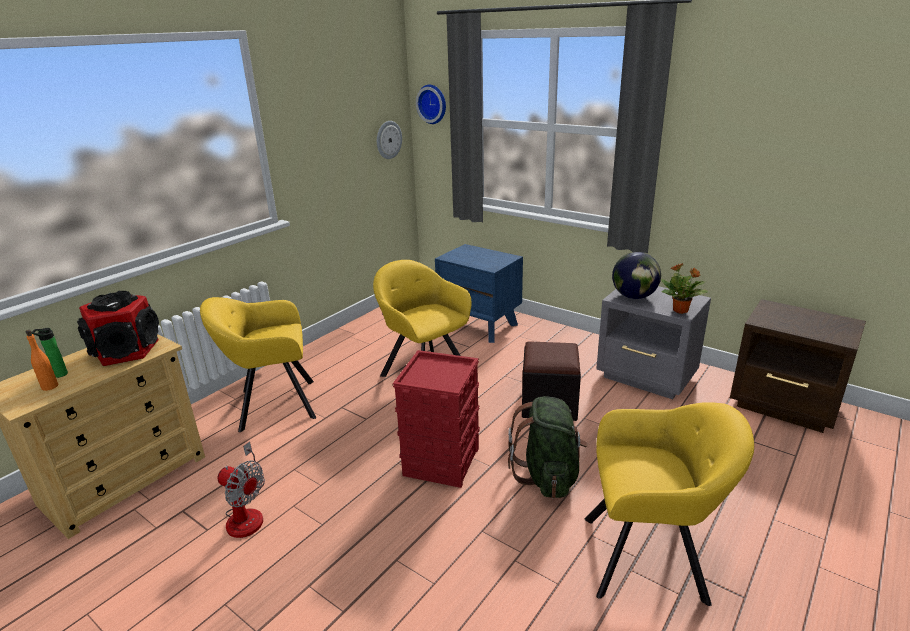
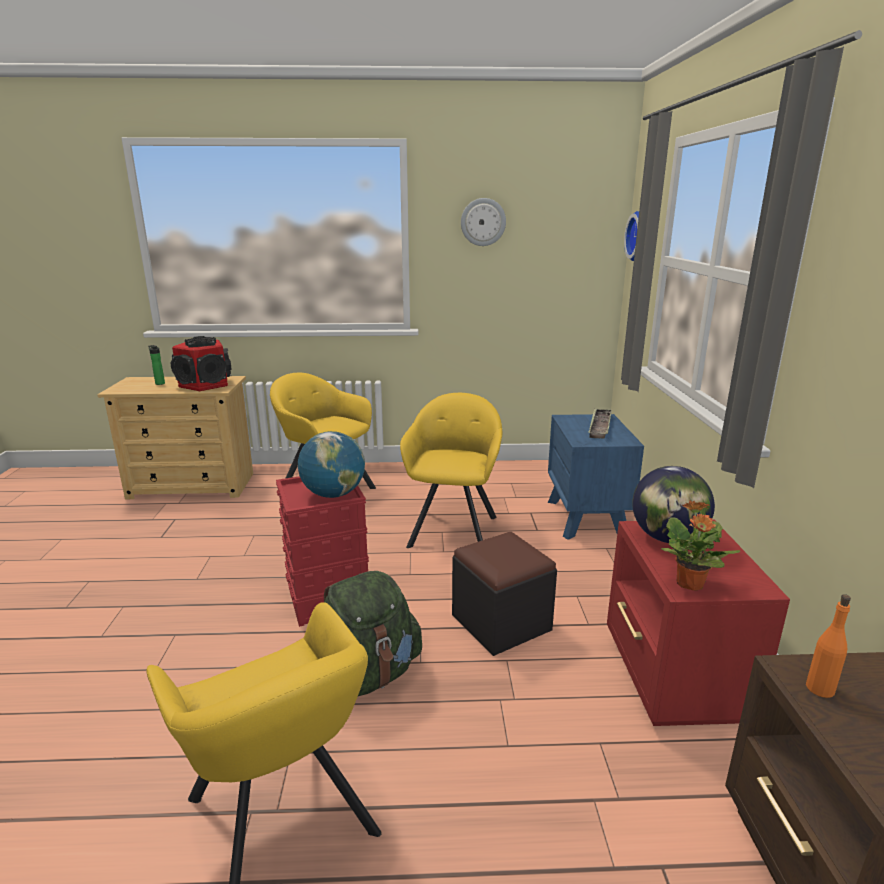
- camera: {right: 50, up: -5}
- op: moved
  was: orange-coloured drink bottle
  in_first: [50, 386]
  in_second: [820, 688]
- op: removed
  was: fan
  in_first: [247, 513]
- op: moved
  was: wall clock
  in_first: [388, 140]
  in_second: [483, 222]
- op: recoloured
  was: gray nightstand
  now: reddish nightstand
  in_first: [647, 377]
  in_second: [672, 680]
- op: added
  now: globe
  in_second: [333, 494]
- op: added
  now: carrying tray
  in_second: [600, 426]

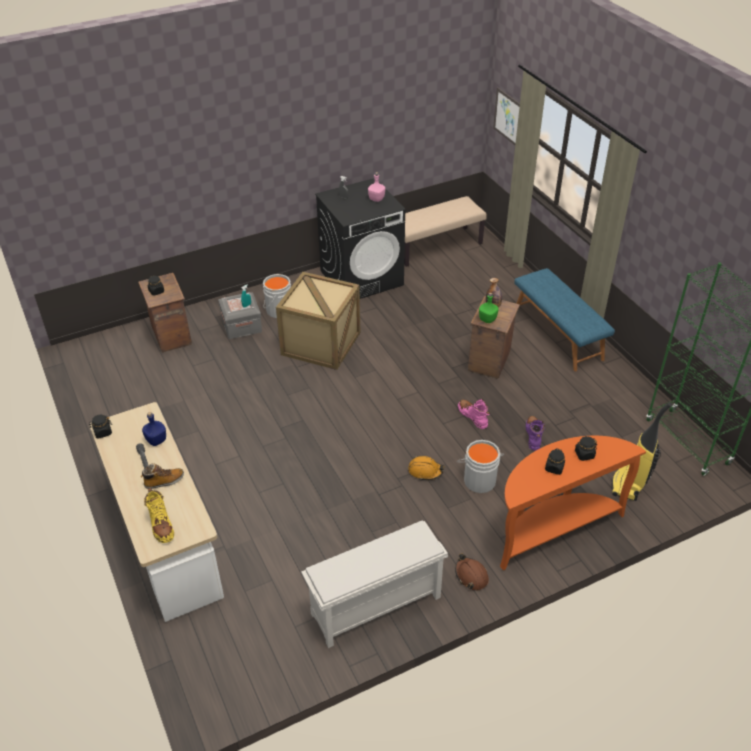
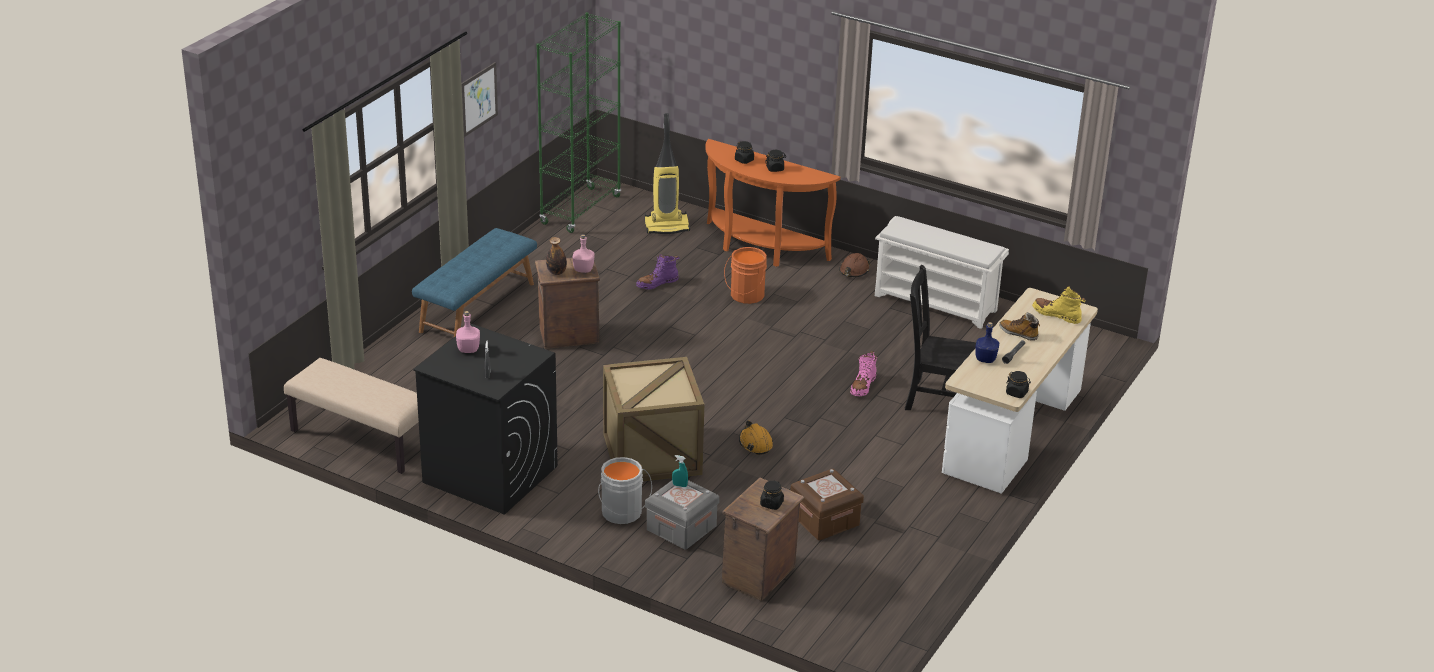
- camera: {right: -125, up: -10}
- op: turned
  was: yellow-coloured high-top boot
  in_first: [161, 525]
  in_second: [1056, 315]
  clockwise: -90
- op: moved
  was: orange-coloured safety helmet
  in_first: [425, 471]
  in_second: [755, 443]
- op: recoloured
  was: gray water bucket
  now: orange-coloured water bucket
  in_first: [479, 479]
  in_second: [746, 295]
- op: moved
  was: pink-coloured high-top boot
  in_first: [473, 416]
  in_second: [863, 386]
- op: recoloured
  was: greenish drink bottle
  now: pink-coloured drink bottle
  in_first: [488, 319]
  in_second: [583, 269]
- op: moved
  was: picture
  in_first: [507, 117]
  in_second: [478, 99]
- op: added
  now: brownish storage container
  in_second: [825, 520]
- op: added
  now: black upright chair
  in_second: [939, 400]

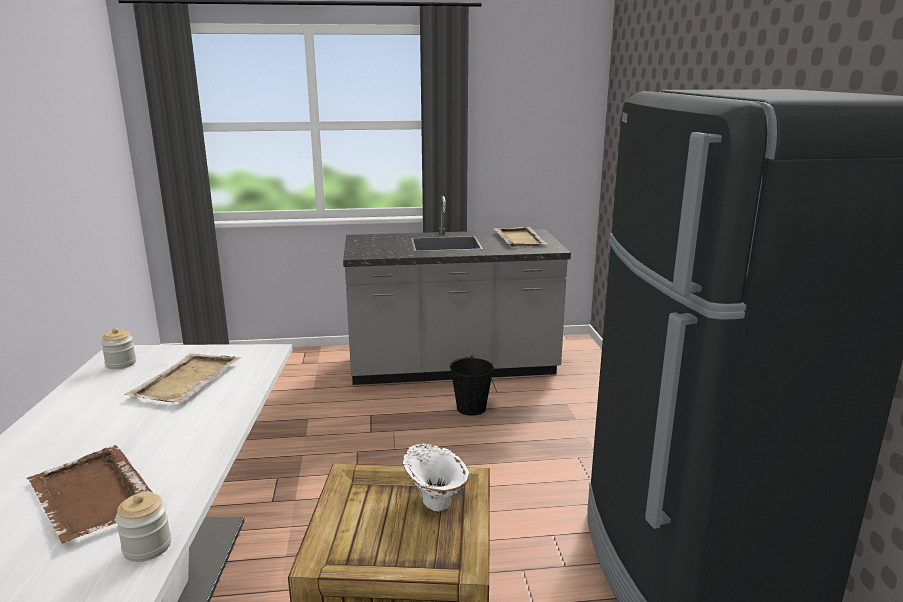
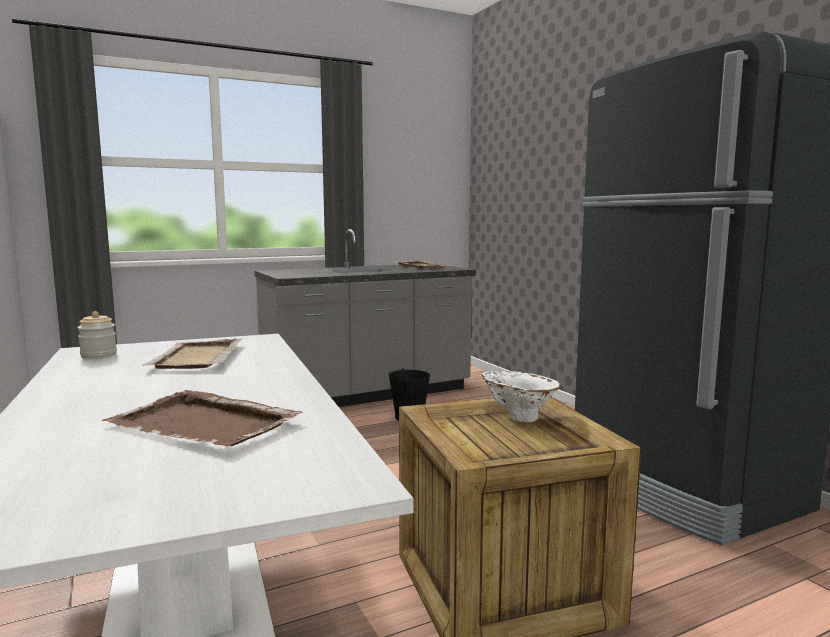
- camera: {right: -20, up: -10}
- op: removed
  was: preserve jar
  in_first: [147, 547]

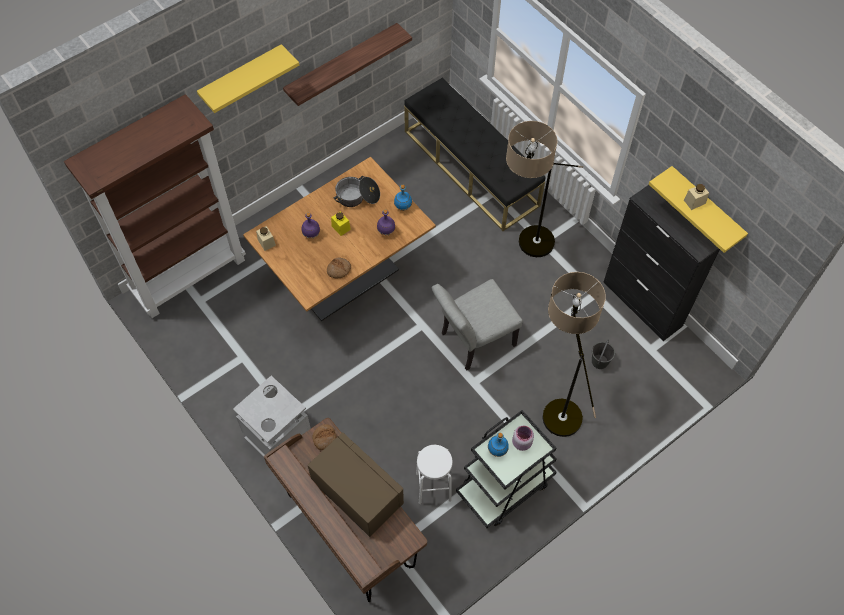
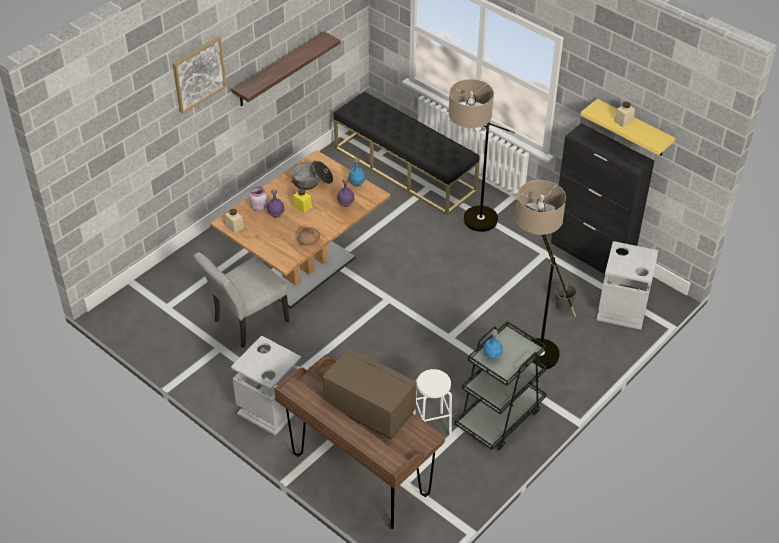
- camera: {right: -10, up: -15}
- op: removed
  was: brownish bookcase
  in_first: [189, 275]
- op: replaced
  was: yellow-coloured shelf
  now: picture
  in_first: [242, 77]
  in_second: [198, 74]
- op: moved
  was: gray upright chair
  in_first: [473, 341]
  in_second: [246, 323]
- op: moved
  was: pink-coloured preserve jar
  in_first: [521, 442]
  in_second: [259, 207]
- op: added
  now: gray waste bin
  in_second: [622, 309]

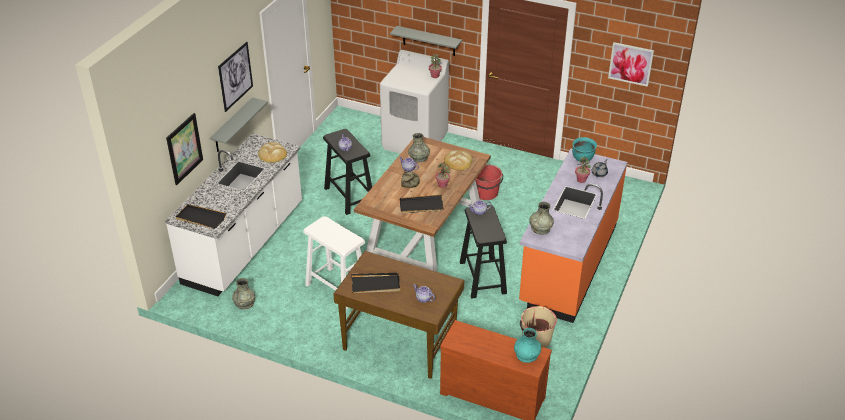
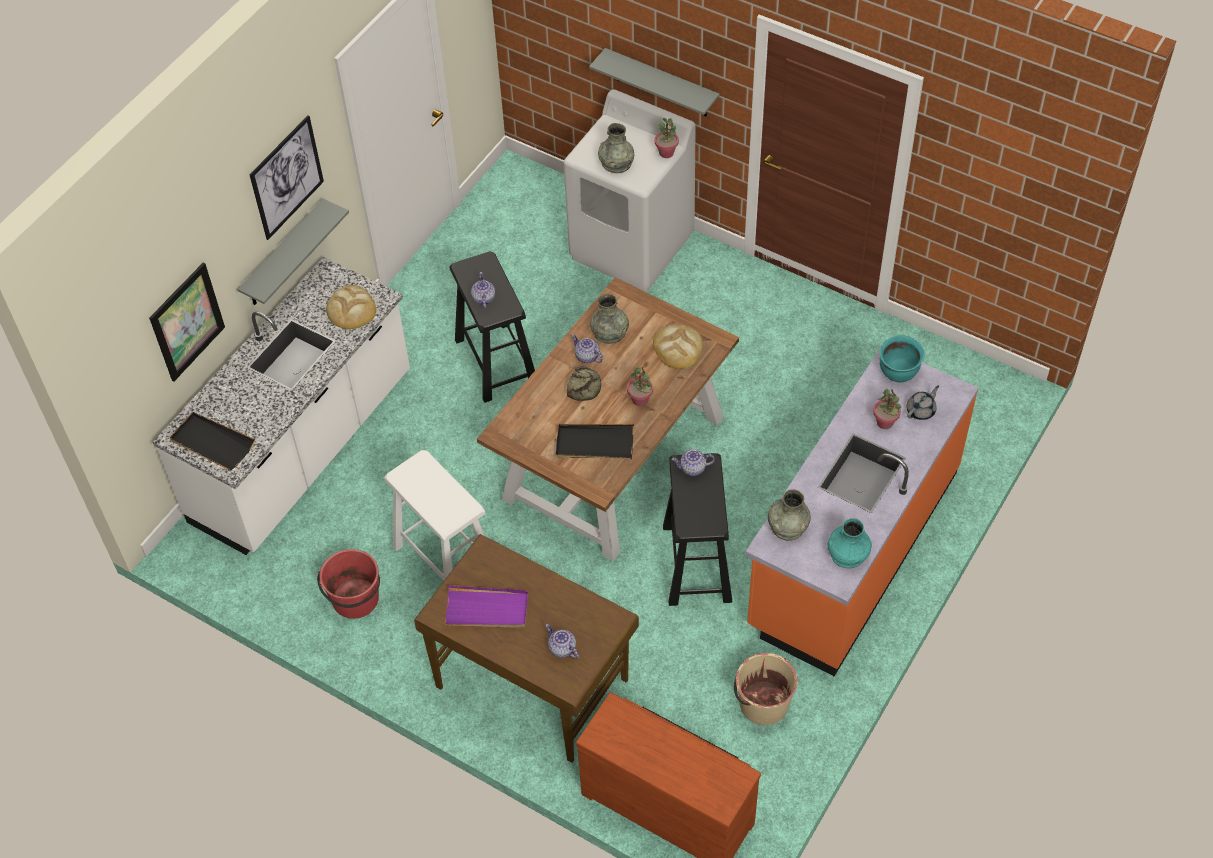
- camera: {right: 10, up: 15}
- op: moved
  was: gray decorative vase
  in_first: [244, 303]
  in_second: [616, 163]
- op: recoloured
  was: black carrying tray
  now: purple-coloured carrying tray
  in_first: [375, 284]
  in_second: [487, 609]
- op: moved
  was: reddish water bucket
  in_first: [486, 193]
  in_second: [355, 600]
- op: moved
  was: turquoise-coloured decorative vase
  in_first: [526, 354]
  in_second: [847, 553]
- op: removed
  was: picture
  in_first: [630, 64]

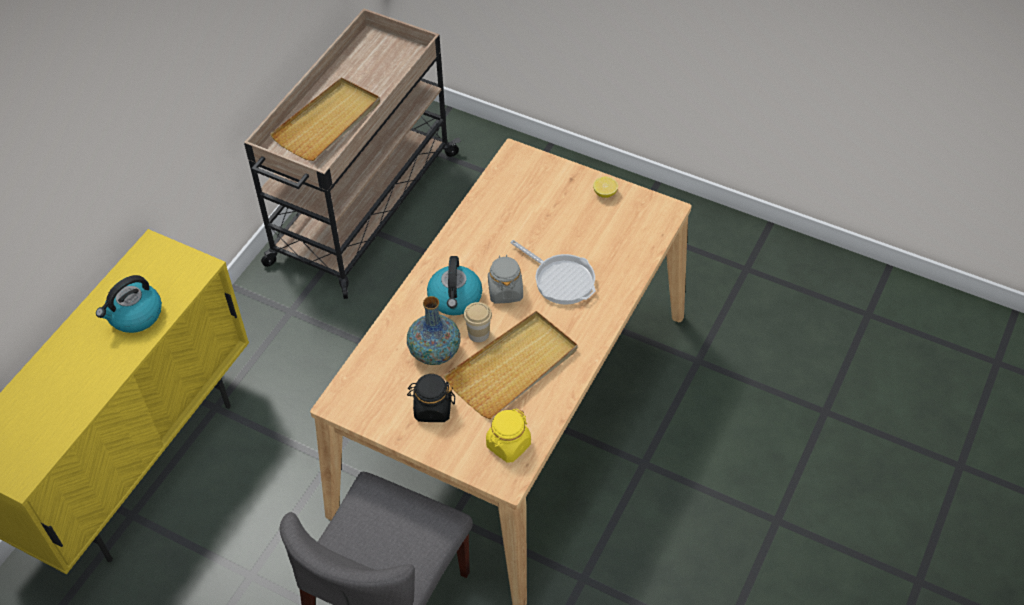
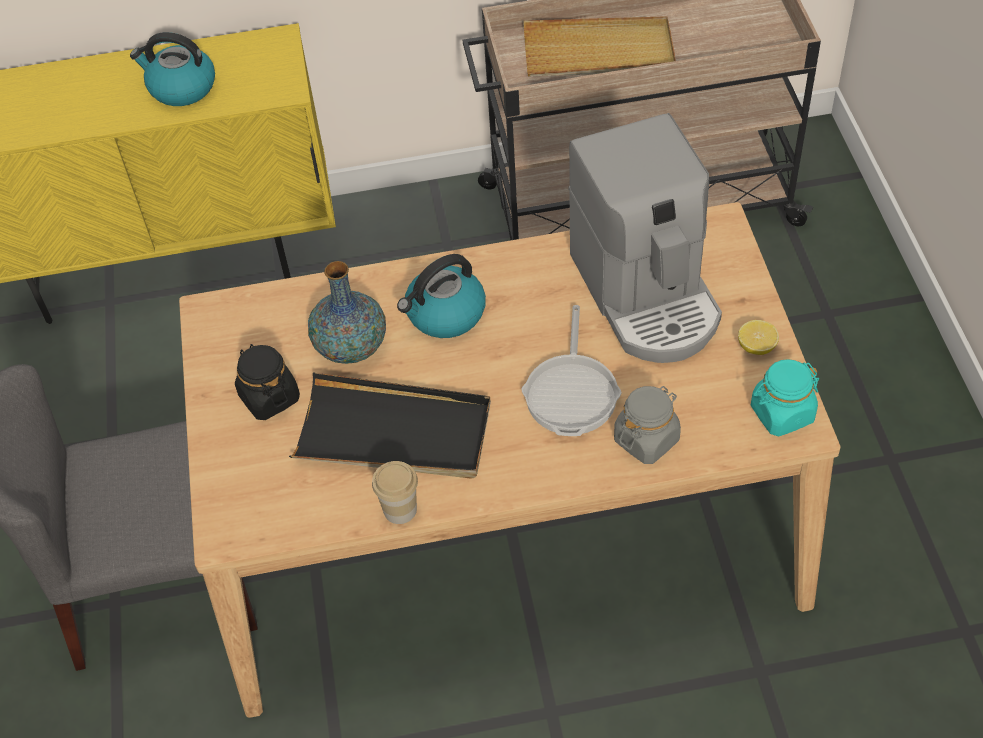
- camera: {right: 55, up: 0}
- op: recoloured
  was: beige carrying tray
  now: black carrying tray
  in_first: [513, 367]
  in_second: [394, 433]
- op: moved
  was: drinking cup
  in_first: [478, 334]
  in_second: [400, 509]
- op: removed
  was: yellow-coloured preserve jar
  in_first: [508, 445]
- op: moved
  was: gray preserve jar
  in_first: [505, 291]
  in_second: [646, 439]
- op: added
  now: coffee machine
  in_second: [647, 295]
- op: added
  now: turquoise-coloured preserve jar
  in_second: [781, 414]

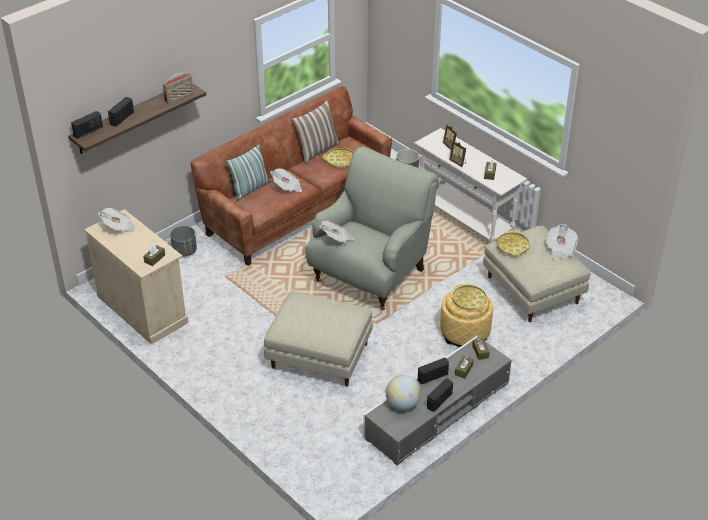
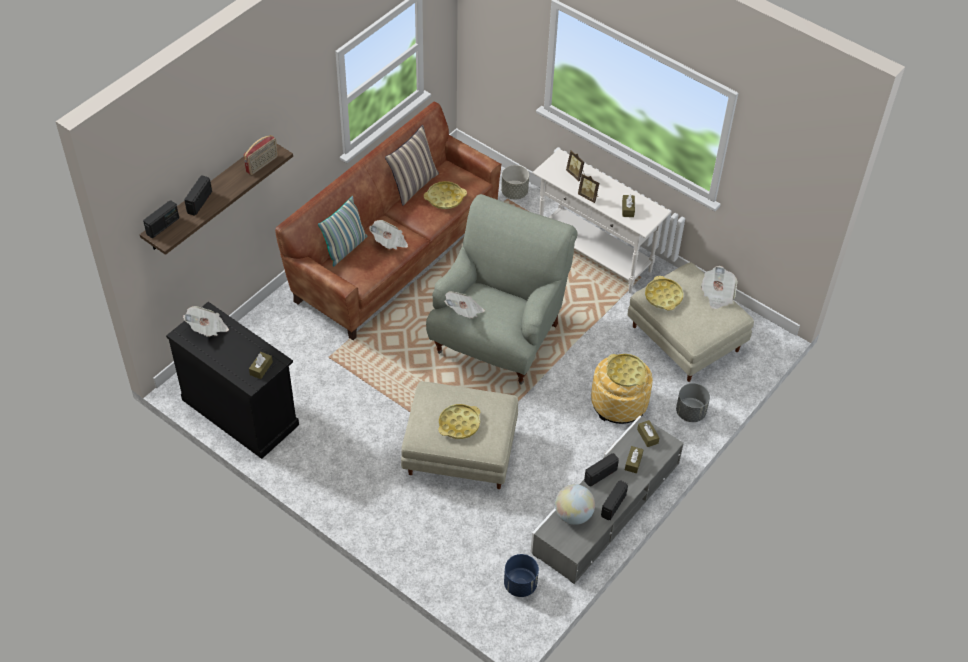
- camera: {right: -10, up: 10}
- op: recoloured
  was: beige storage cabinet
  now: black storage cabinet
  in_first: [142, 309]
  in_second: [240, 412]
- op: moved
  was: gray plant pot
  in_first: [184, 251]
  in_second: [690, 412]
- op: added
  now: yellow-coloured carrying tray
  in_second: [459, 424]
- op: added
  now: blue-coloured plant pot
  in_second: [520, 584]

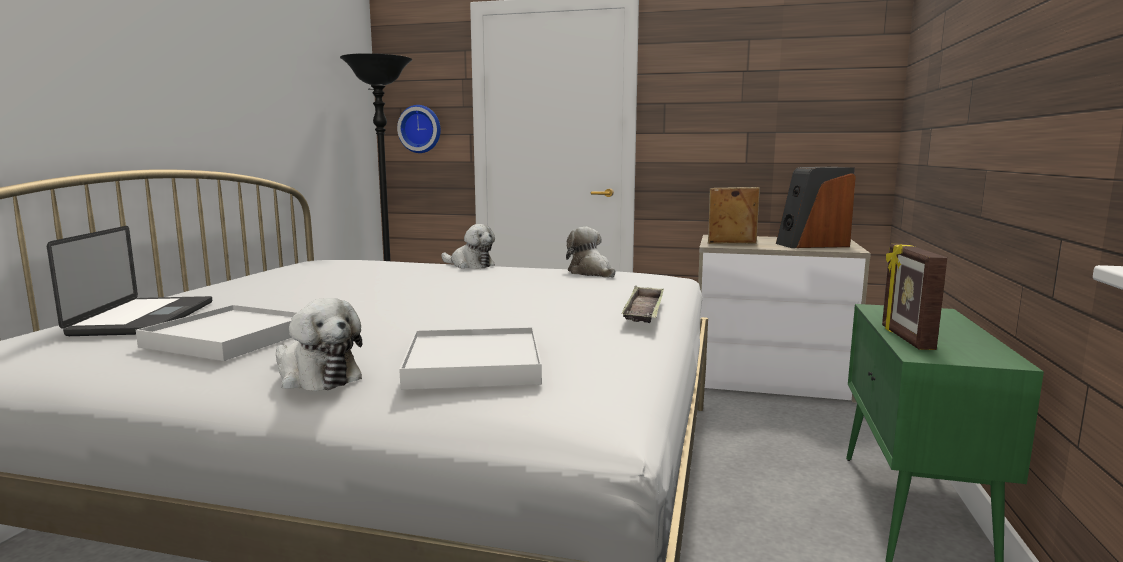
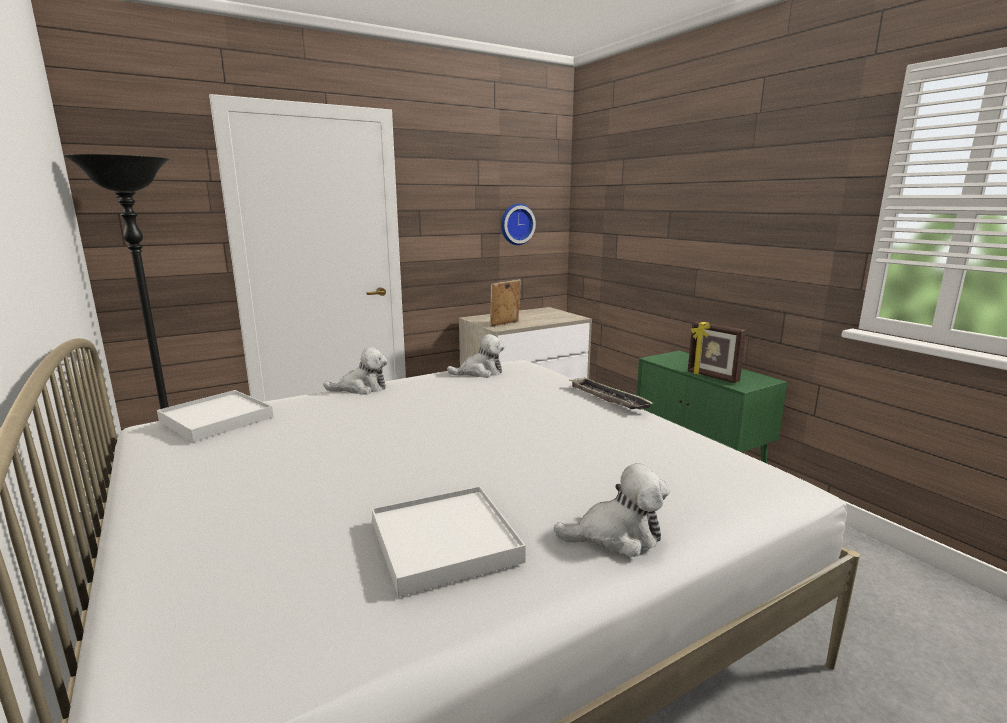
- camera: {right: -45, up: 5}
- op: removed
  was: portable computer
  in_first: [144, 318]
- op: moved
  was: wall clock
  in_first: [420, 129]
  in_second: [516, 224]
- op: moved
  was: white carrying tray
  in_first: [474, 364]
  in_second: [216, 419]
- op: turned
  was: soft toy
  in_first: [591, 273]
  in_second: [480, 372]
  clockwise: 150
- op: removed
  was: audio speaker
  in_first: [812, 245]

